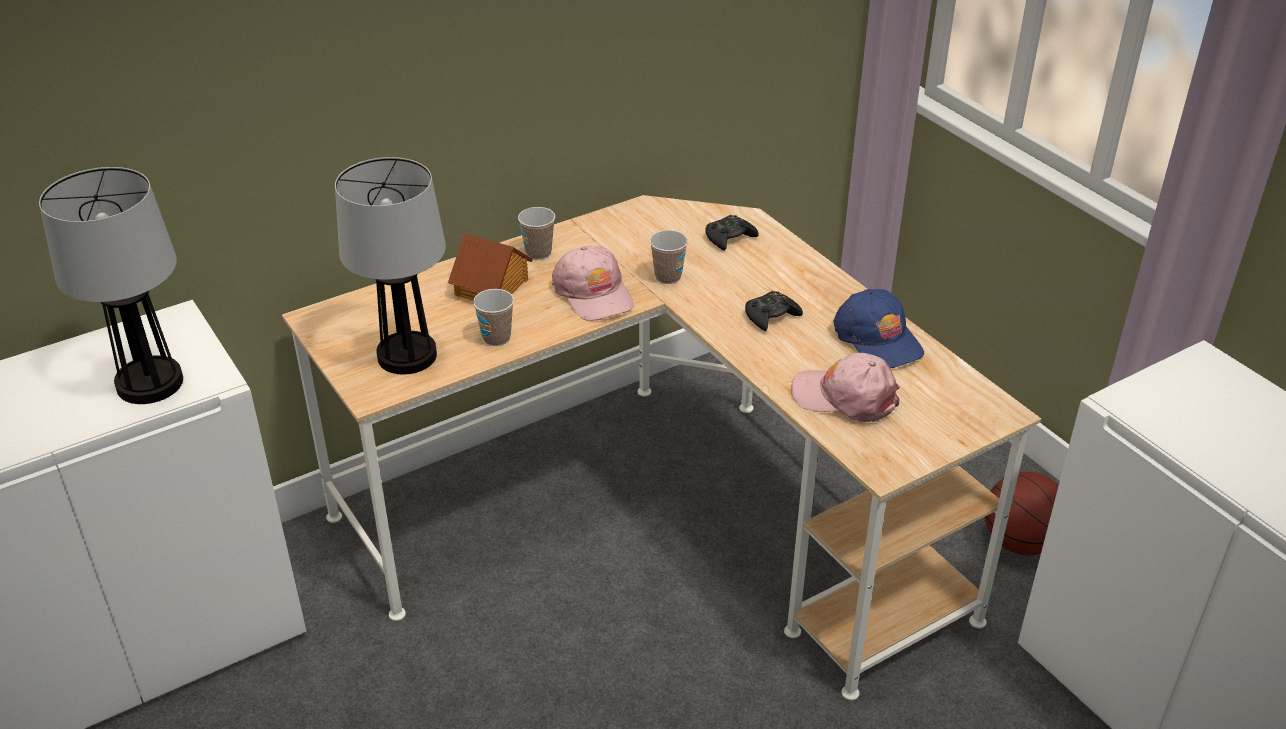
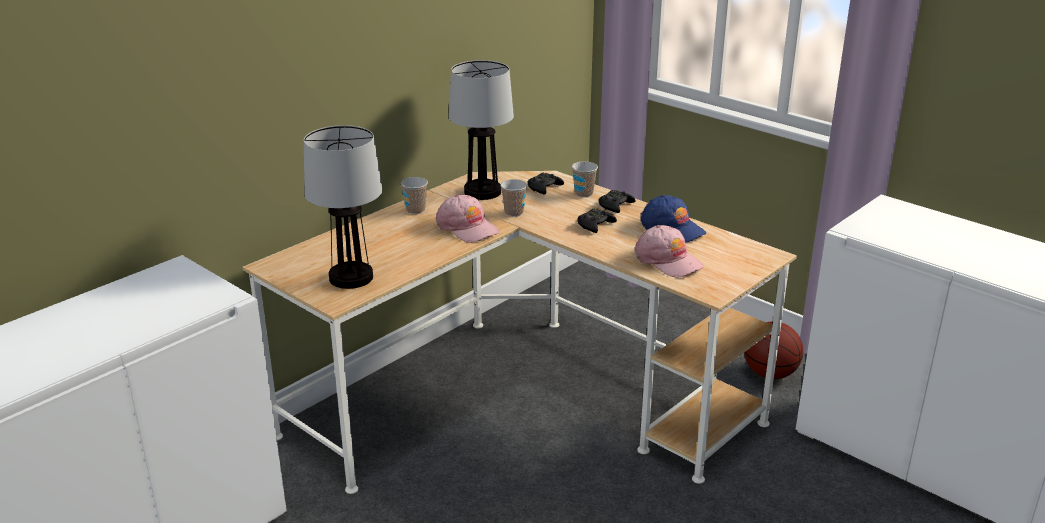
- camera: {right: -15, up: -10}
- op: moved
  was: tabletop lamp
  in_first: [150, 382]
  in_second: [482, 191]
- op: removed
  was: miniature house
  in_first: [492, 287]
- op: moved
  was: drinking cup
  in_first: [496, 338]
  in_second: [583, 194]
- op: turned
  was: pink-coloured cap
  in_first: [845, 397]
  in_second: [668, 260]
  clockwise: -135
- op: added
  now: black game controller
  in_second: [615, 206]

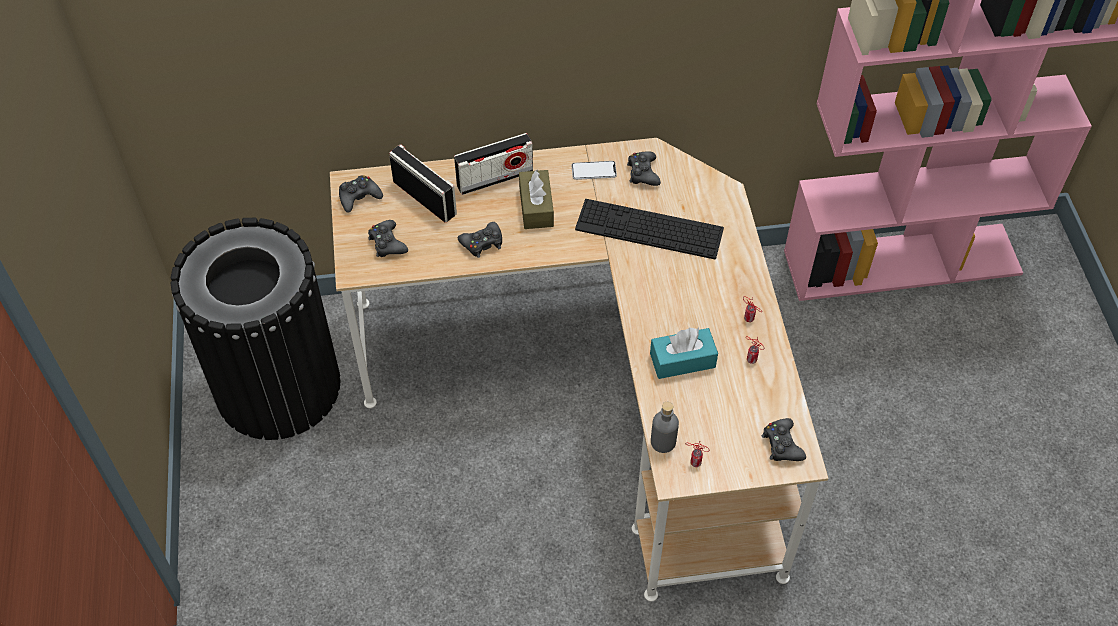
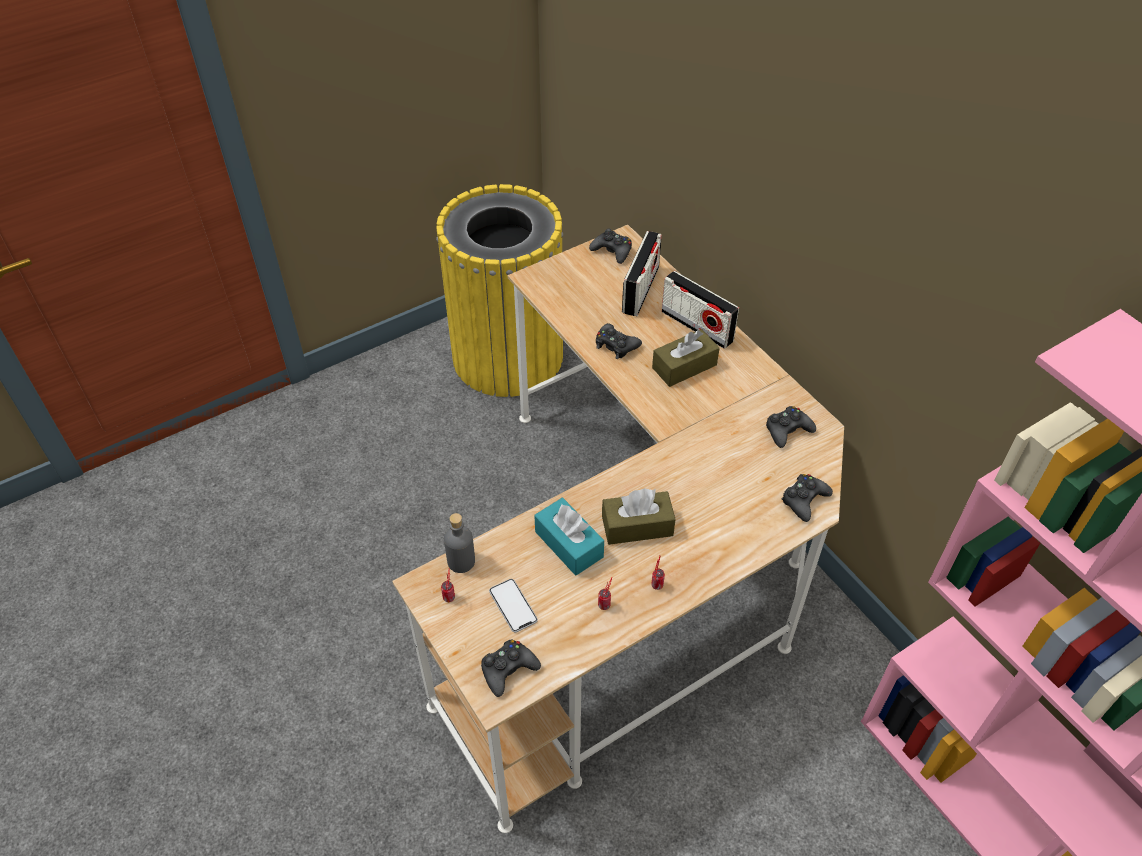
- camera: {right: 65, up: -5}
- op: recoloured
  was: black waste bin
  now: yellow-coloured waste bin
  in_first: [277, 386]
  in_second: [508, 356]
- op: moved
  was: black game controller
  in_first: [387, 243]
  in_second: [804, 500]
- op: moved
  was: phone
  in_first: [594, 171]
  in_second: [513, 606]
- op: removed
  was: PC keyboard
  in_first: [649, 229]
- op: added
  now: brownish tissue box
  in_second: [637, 526]

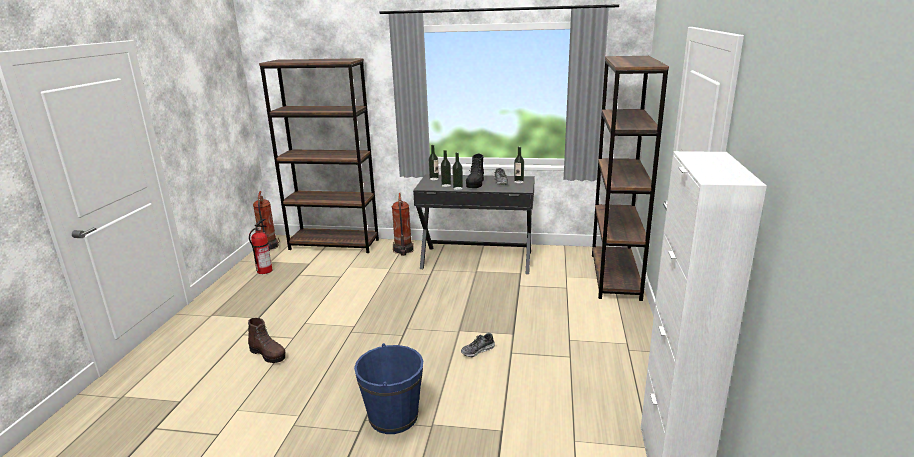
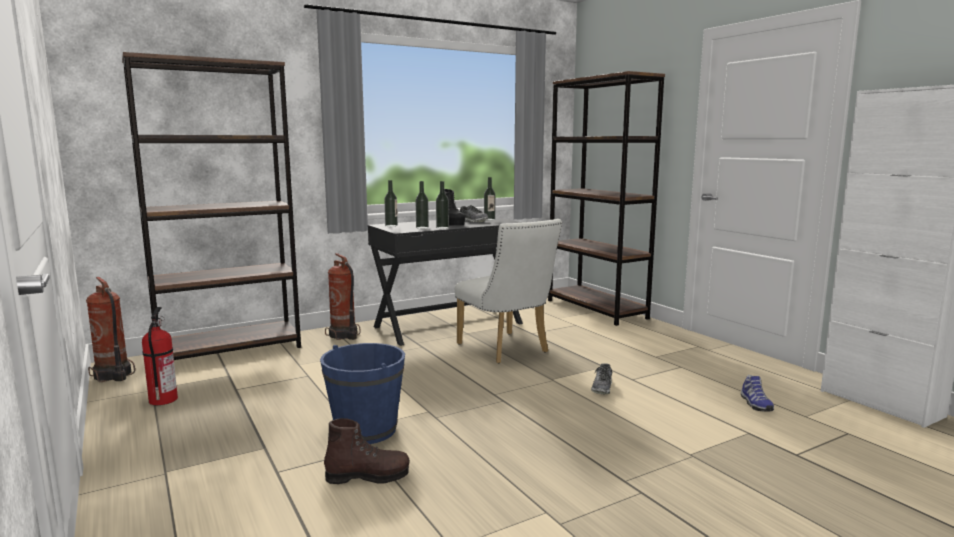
- camera: {right: -40, up: -10}
- op: moved
  was: blue-coloured water bucket
  in_first: [393, 417]
  in_second: [366, 430]
- op: added
  now: white upright chair
  in_second: [507, 350]
- op: added
  now: low shoe
  in_second: [755, 404]

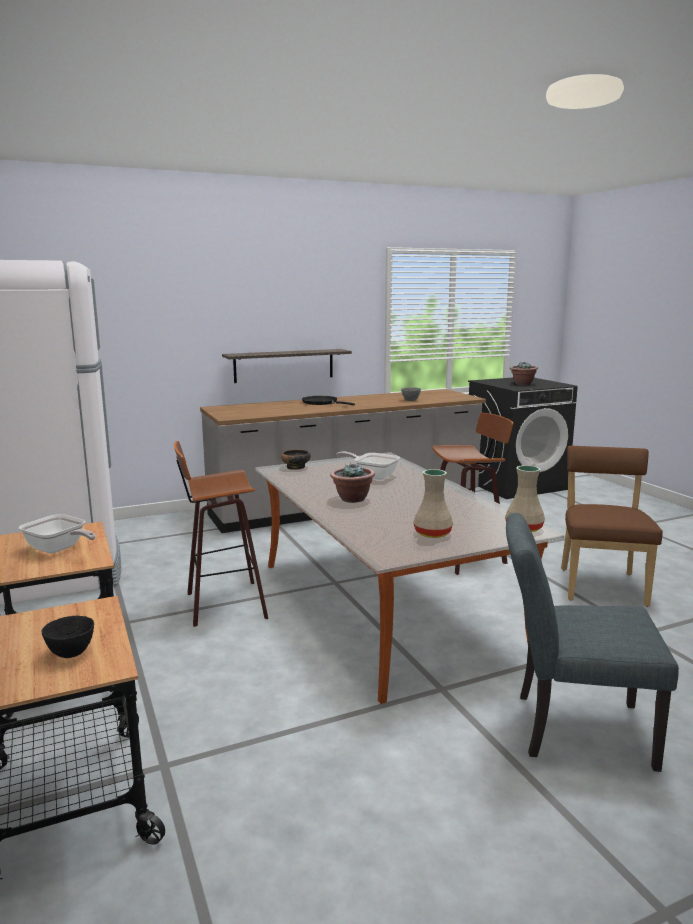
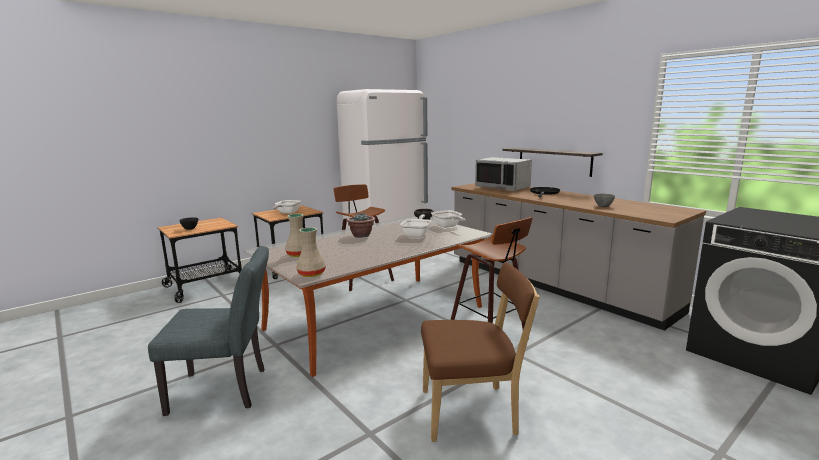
- camera: {right: 75, up: 0}
- op: turned
  was: gray upright chair
  in_first: [571, 728]
  in_second: [226, 390]
  clockwise: 90
- op: removed
  was: potted plant
  in_first: [522, 384]
- op: added
  now: pan
  in_second: [448, 226]
- op: added
  now: gray microwave
  in_second: [503, 187]

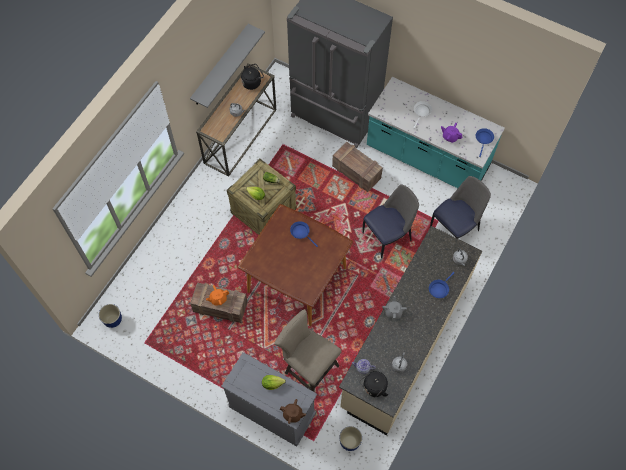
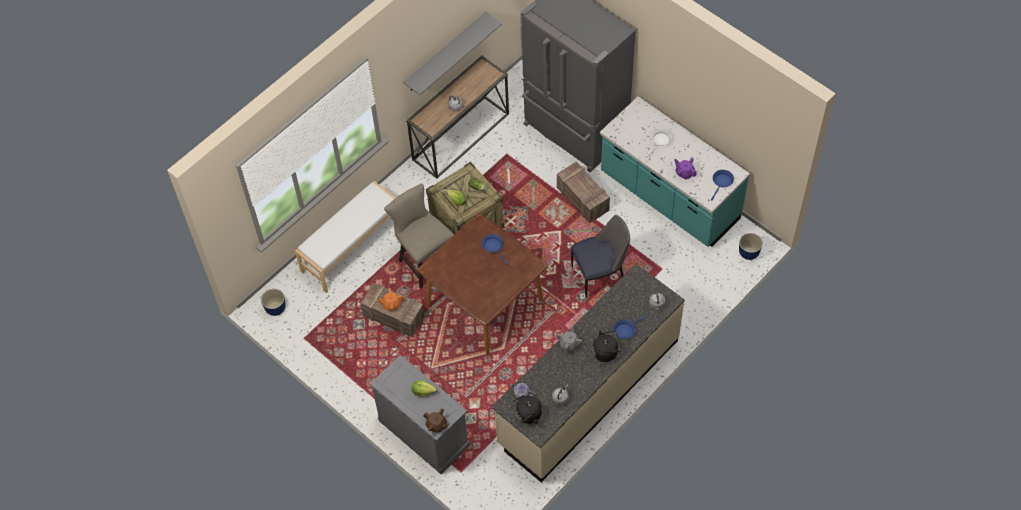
- camera: {right: 15, up: -5}
- op: moved
  was: black tea kettle
  in_first: [252, 82]
  in_second: [606, 352]
- op: moved
  was: beige stool seat
  in_first: [308, 368]
  in_second: [424, 260]
- op: moved
  was: plant pot
  in_first: [349, 441]
  in_second: [748, 253]
- op: removed
  was: upright chair
  in_first: [455, 228]
- op: added
  now: white indoor bench
  in_second: [352, 246]

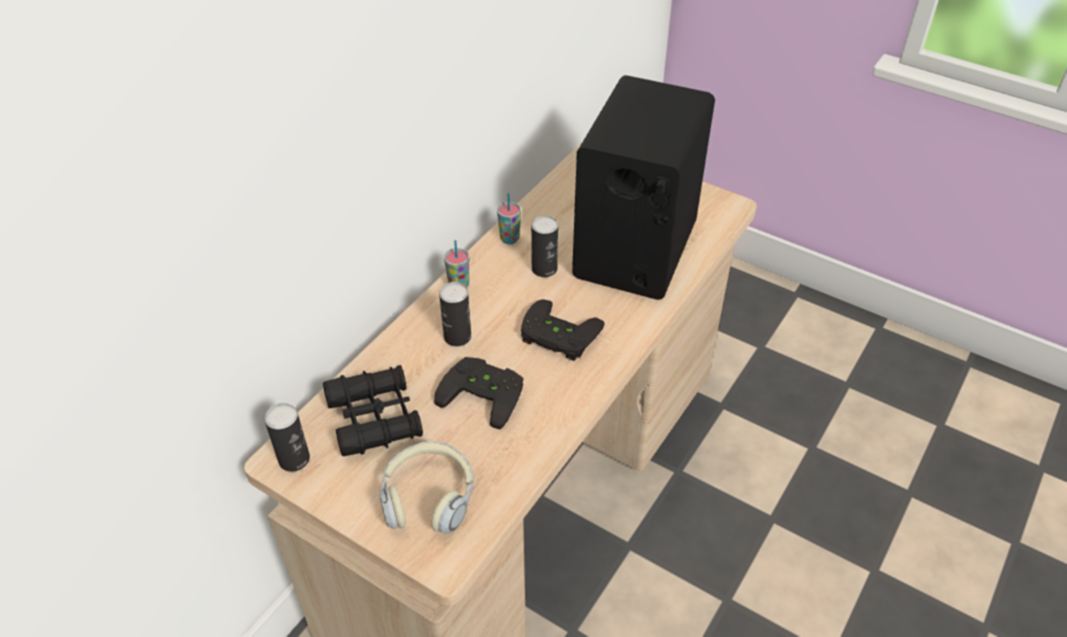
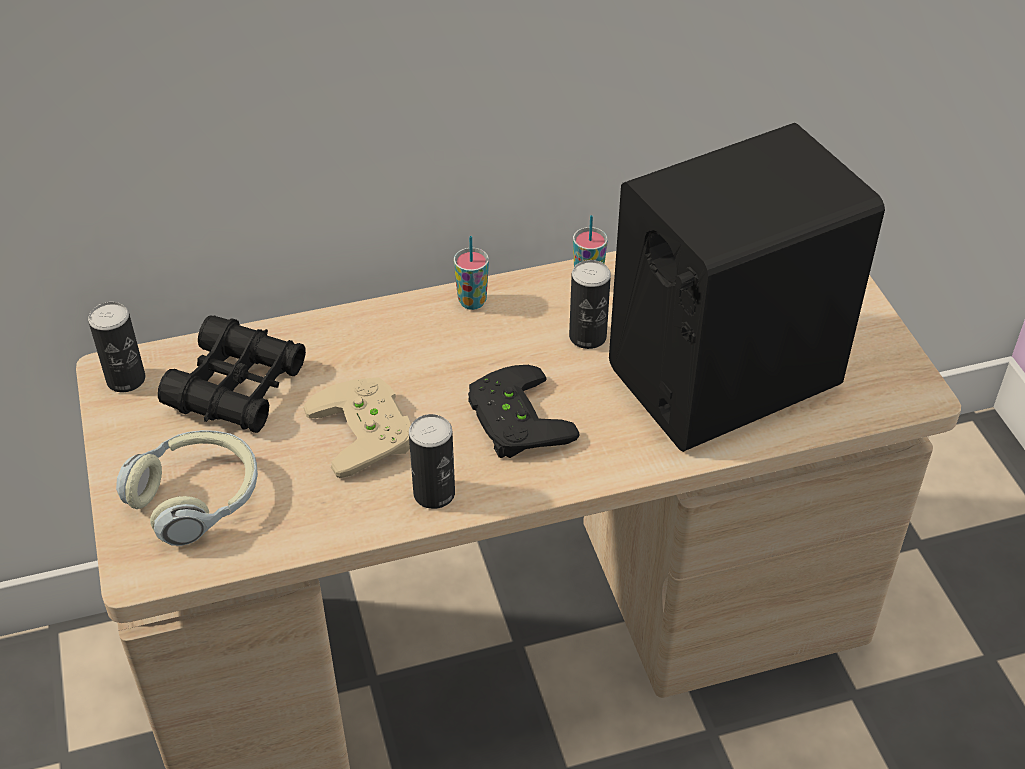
- camera: {right: 40, up: 0}
- op: recoloured
  was: black game controller
  now: beige game controller
  in_first: [485, 392]
  in_second: [369, 430]
- op: moved
  was: metal can
  in_first: [457, 337]
  in_second: [434, 493]

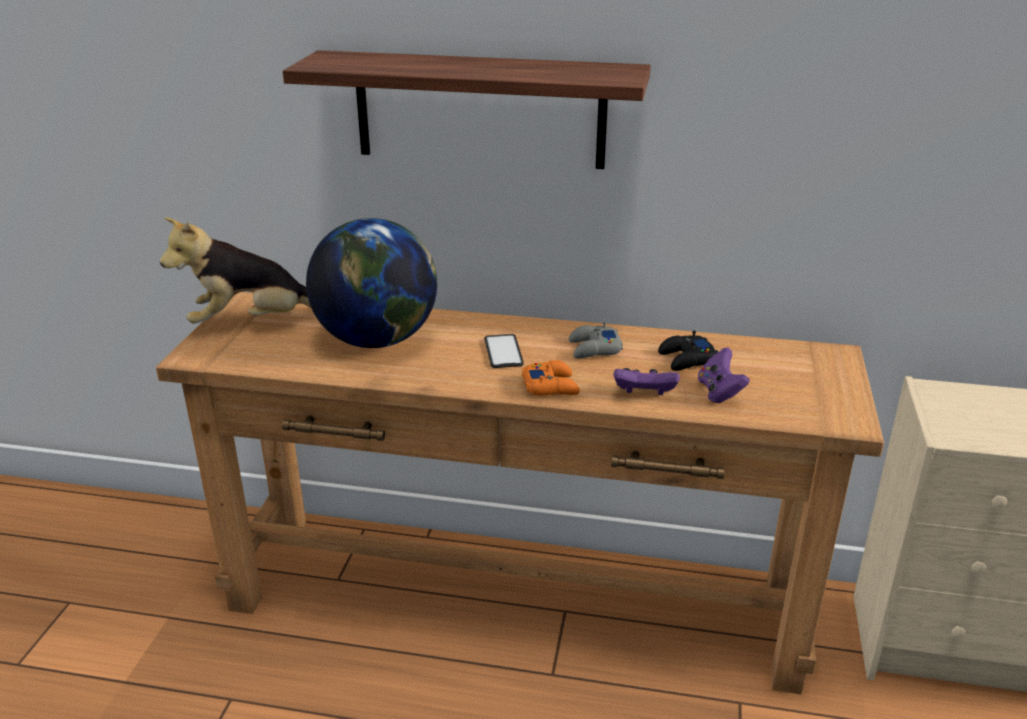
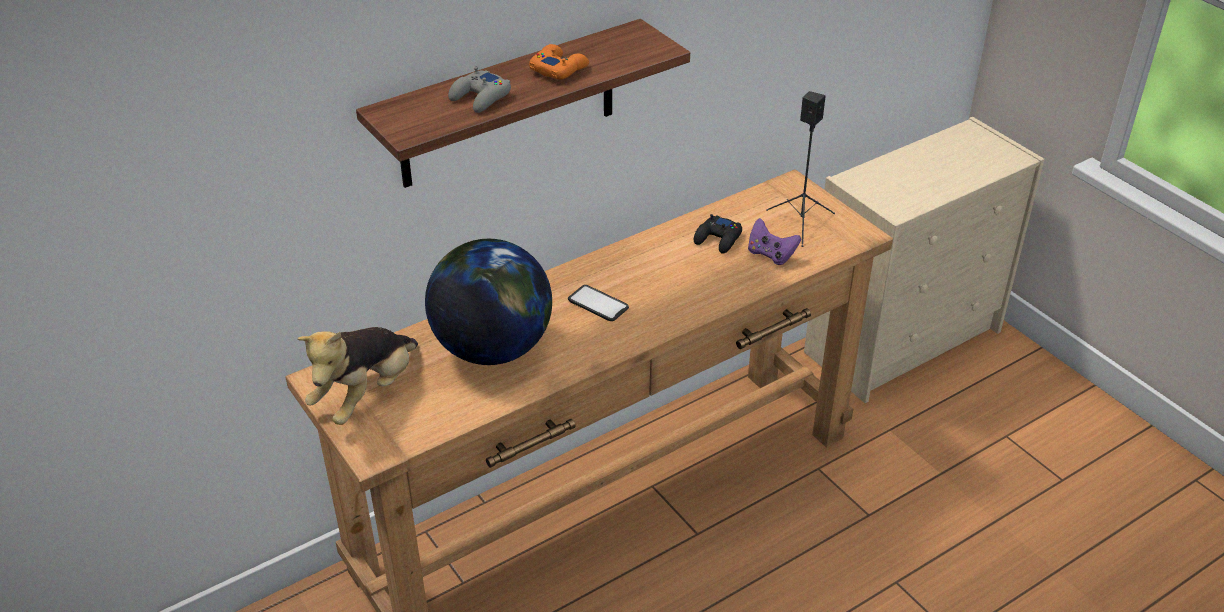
- camera: {right: -45, up: 10}
- op: moved
  was: orange-coloured game controller
  in_first: [551, 386]
  in_second: [558, 68]
- op: moved
  was: gray game controller
  in_first: [594, 349]
  in_second: [480, 98]
- op: removed
  was: purple-coloured game controller
  in_first: [644, 395]
- op: added
  now: black audio speaker
  in_second: [801, 222]

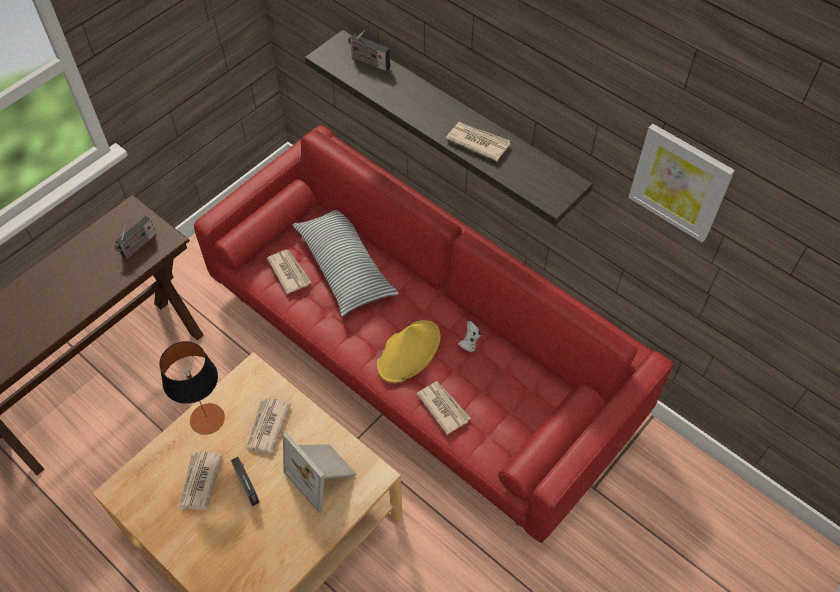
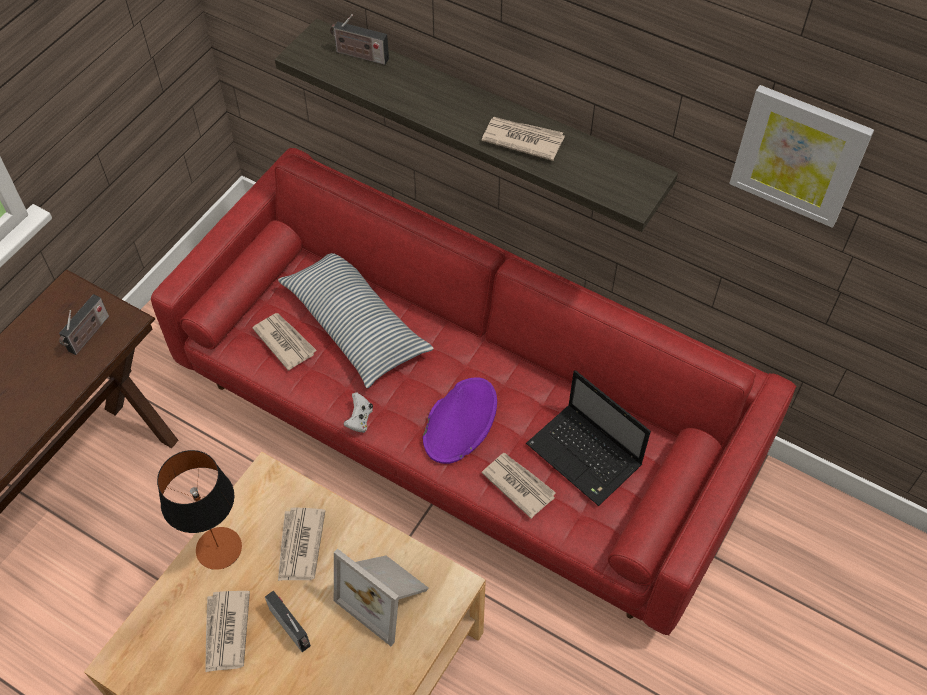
- camera: {right: -10, up: 0}
- op: recoloured
  was: yellow-coloured hat
  now: purple-coloured hat
  in_first: [409, 351]
  in_second: [460, 420]
- op: moved
  was: white game controller
  in_first: [469, 342]
  in_second: [359, 419]
- op: added
  now: portable computer
  in_second: [586, 456]

